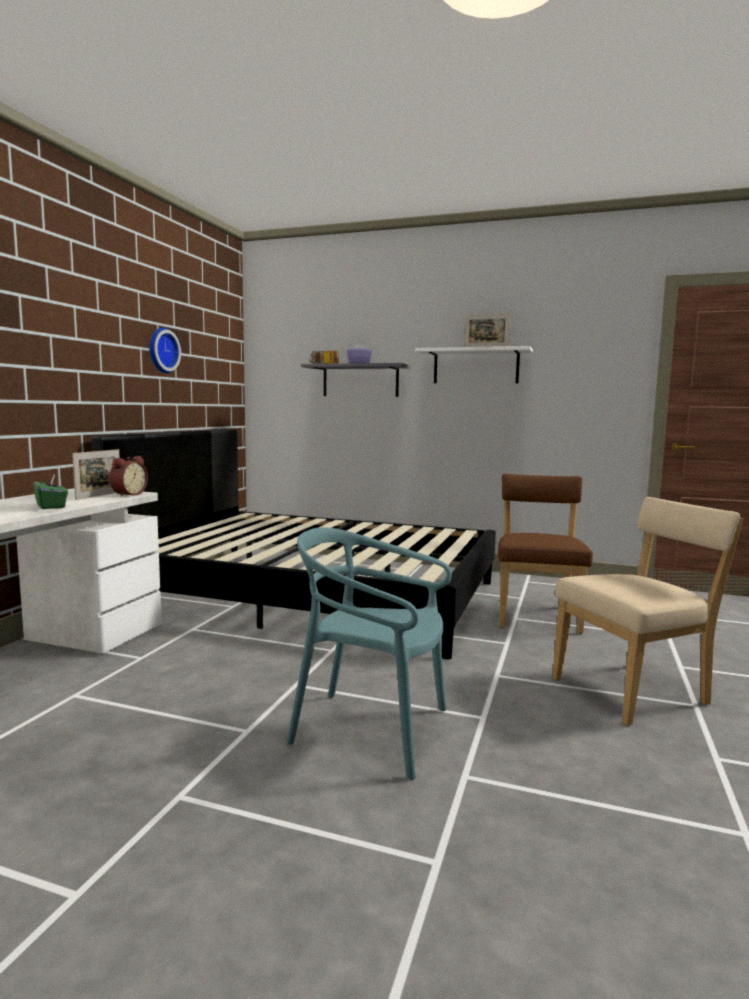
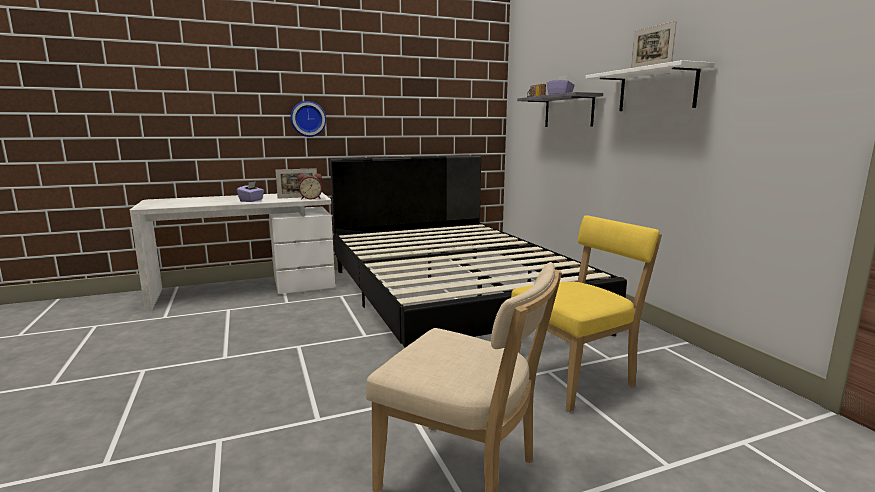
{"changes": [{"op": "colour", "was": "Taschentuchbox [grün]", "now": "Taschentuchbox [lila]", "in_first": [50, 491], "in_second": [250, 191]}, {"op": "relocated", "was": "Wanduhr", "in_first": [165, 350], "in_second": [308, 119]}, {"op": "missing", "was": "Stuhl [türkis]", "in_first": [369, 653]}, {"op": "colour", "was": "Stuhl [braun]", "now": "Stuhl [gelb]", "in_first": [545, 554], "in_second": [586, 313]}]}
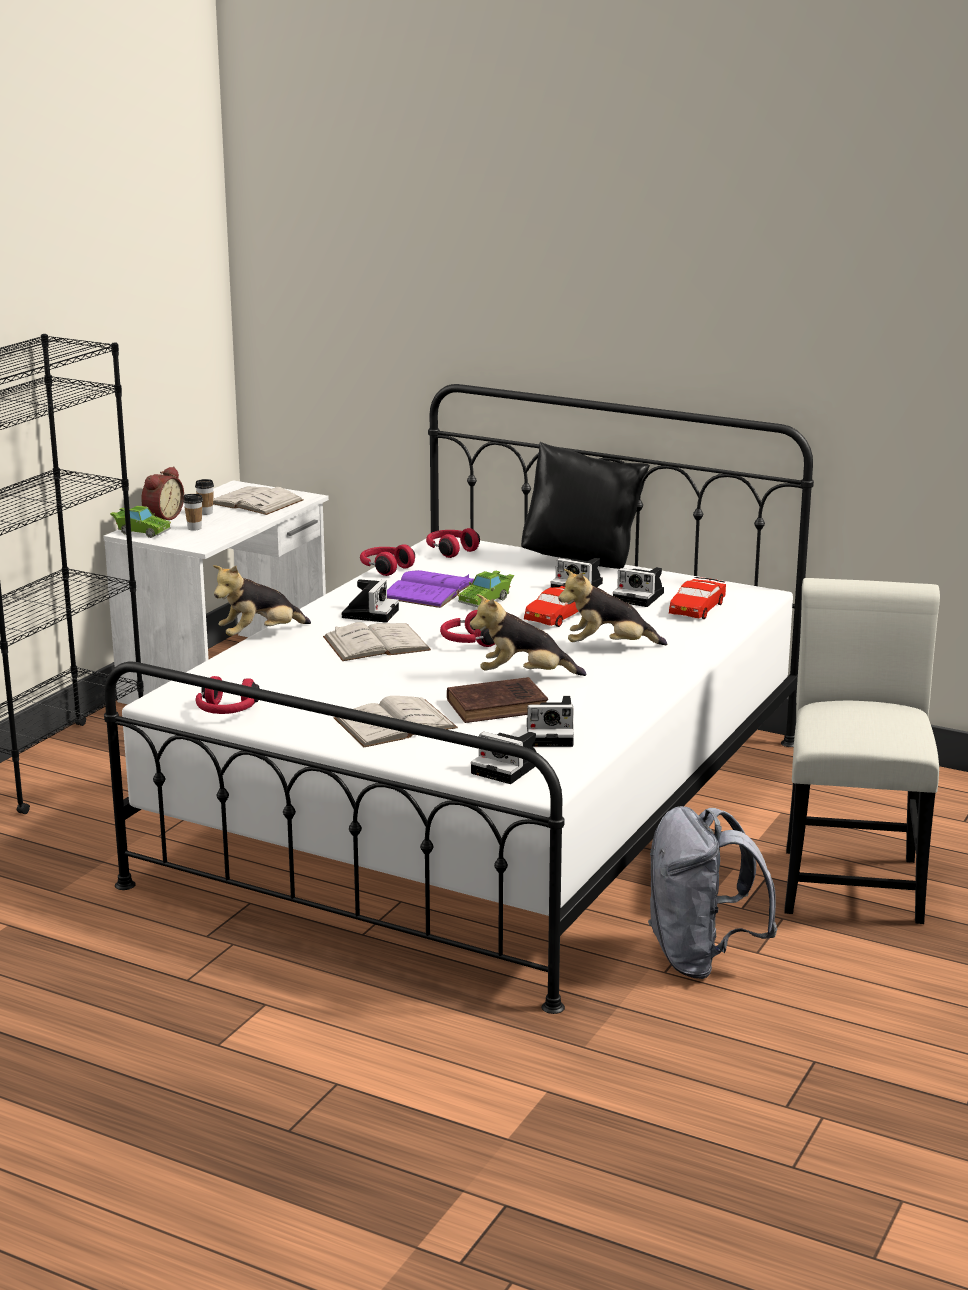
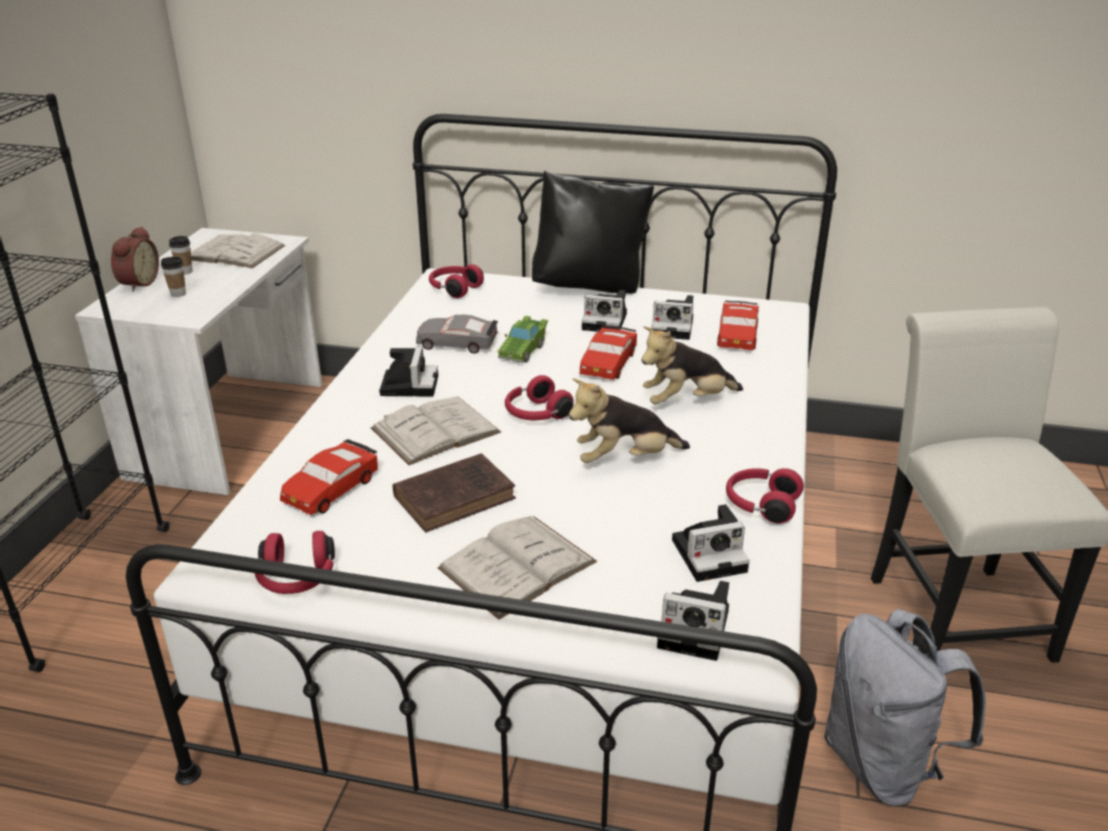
{"changes": [{"op": "missing", "was": "Spielzeugauto [grün]", "in_first": [140, 522]}, {"op": "missing", "was": "Plüschtier", "in_first": [262, 600]}, {"op": "relocated", "was": "Kopfhörer [rot]", "in_first": [387, 560], "in_second": [765, 496]}, {"op": "exchanged", "was": "Buch [lila]", "now": "Spielzeugauto [grau]", "in_first": [430, 589], "in_second": [457, 334]}, {"op": "relocated", "was": "Buch [braun]", "in_first": [497, 700], "in_second": [454, 492]}, {"op": "appeared", "now": "Spielzeugauto [rot]", "in_second": [329, 477]}]}
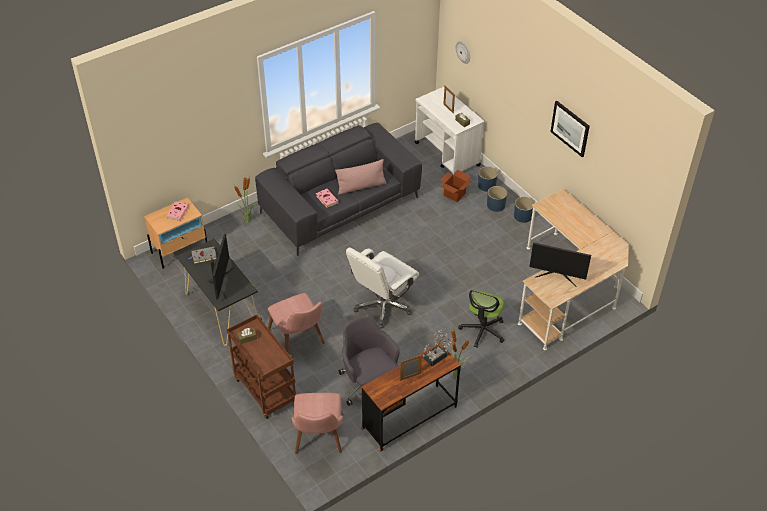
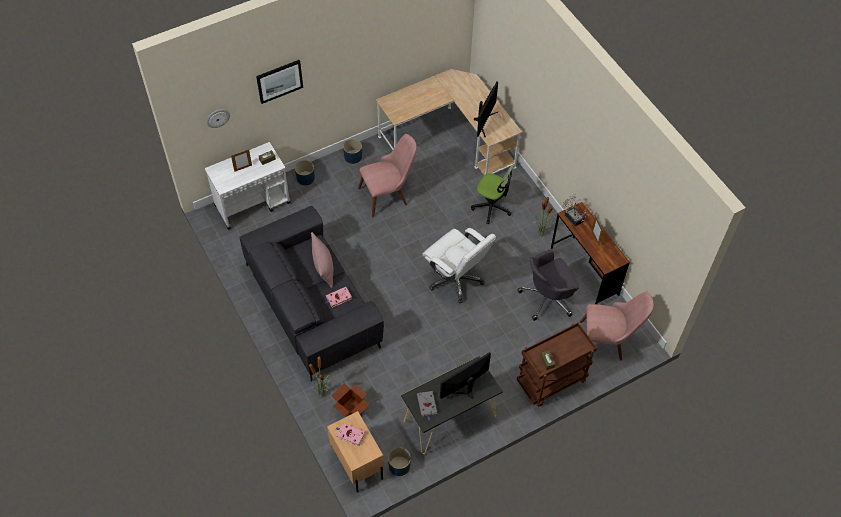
{"changes": [{"op": "spun", "was": "Monitor", "in_first": [221, 266], "in_second": [465, 375], "clockwise": -45}, {"op": "relocated", "was": "Stuhl [rosa]", "in_first": [296, 323], "in_second": [387, 175]}, {"op": "relocated", "was": "Karton", "in_first": [455, 186], "in_second": [350, 400]}, {"op": "relocated", "was": "Pflanzkübel [blau]", "in_first": [497, 199], "in_second": [399, 461]}, {"op": "relocated", "was": "Bild", "in_first": [570, 129], "in_second": [279, 82]}]}
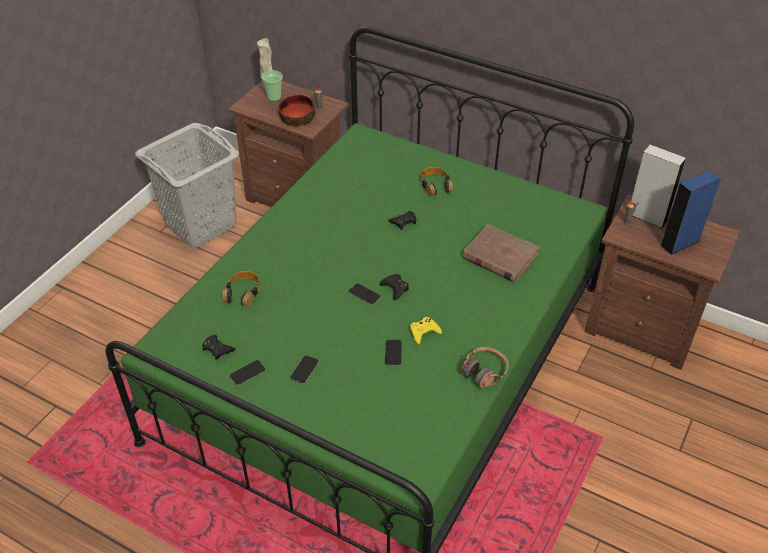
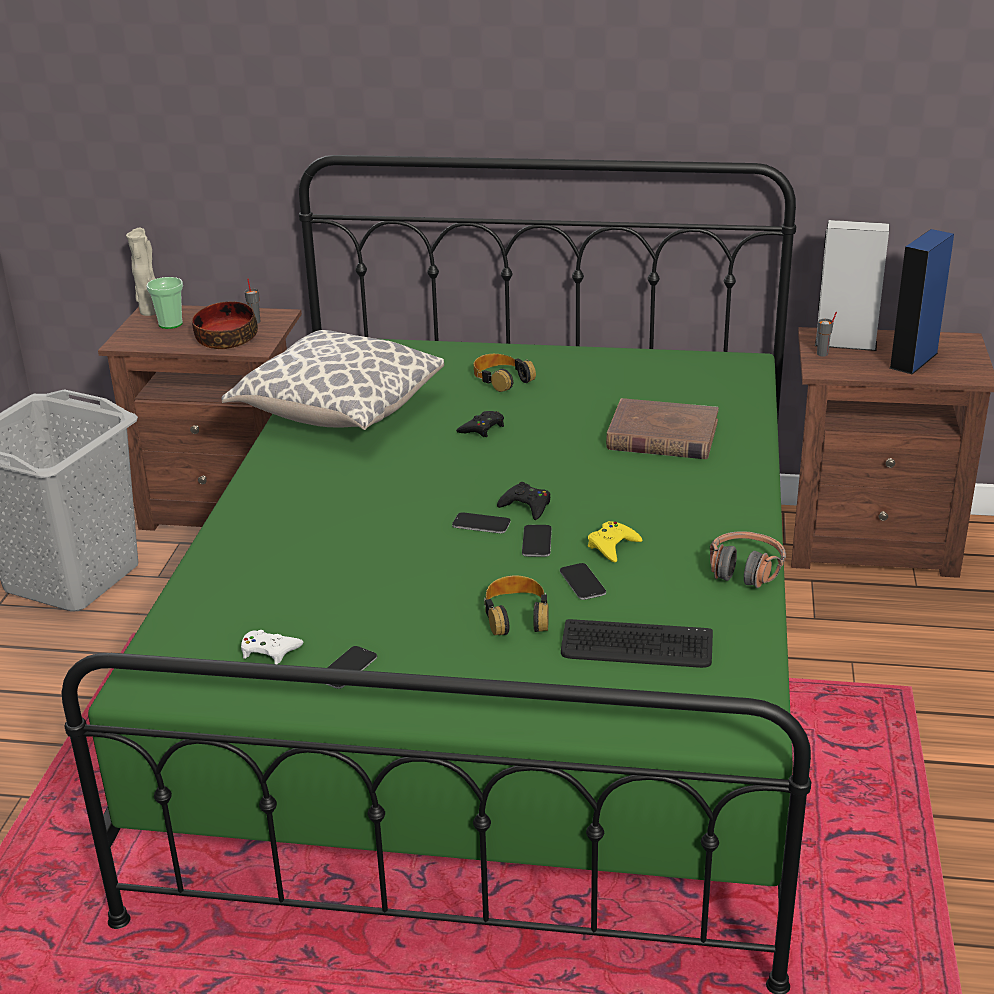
{"changes": [{"op": "colour", "was": "Gamepad [schwarz]", "now": "Gamepad [weiß]", "in_first": [218, 347], "in_second": [272, 647]}, {"op": "relocated", "was": "Kopfhörer", "in_first": [241, 289], "in_second": [516, 605]}, {"op": "relocated", "was": "Handy", "in_first": [304, 370], "in_second": [537, 541]}, {"op": "appeared", "now": "Kissen", "in_second": [333, 380]}, {"op": "appeared", "now": "Tastatur", "in_second": [637, 643]}]}
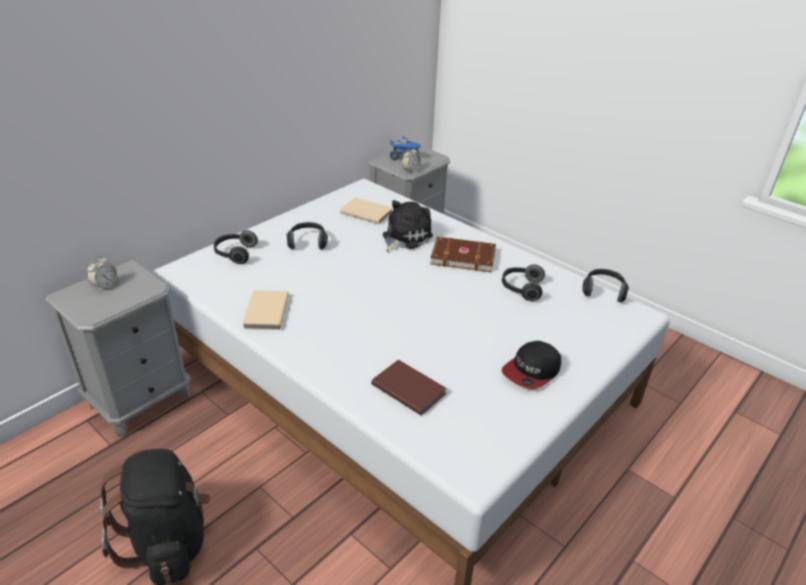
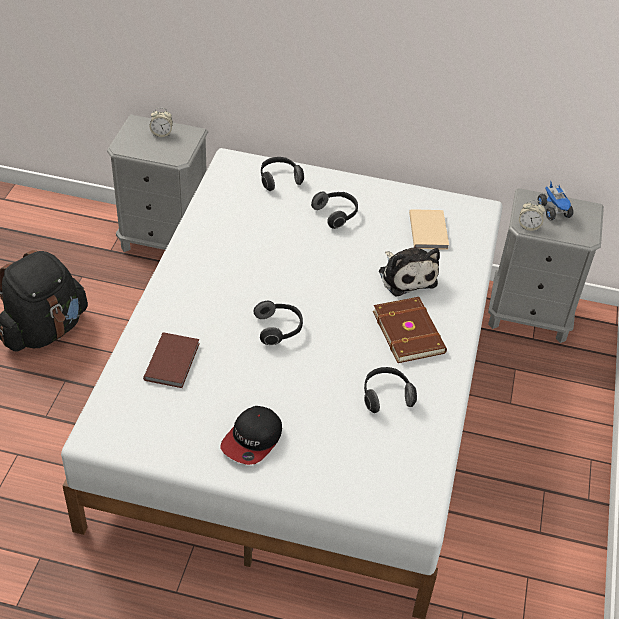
{"changes": [{"op": "missing", "was": "Buch [beige]", "in_first": [266, 310]}, {"op": "spun", "was": "Plüschtier", "in_first": [408, 226], "in_second": [409, 271], "clockwise": 60}, {"op": "spun", "was": "Kappe", "in_first": [531, 365], "in_second": [251, 435], "clockwise": -75}, {"op": "relocated", "was": "Kopfhörer", "in_first": [605, 286], "in_second": [278, 323]}]}
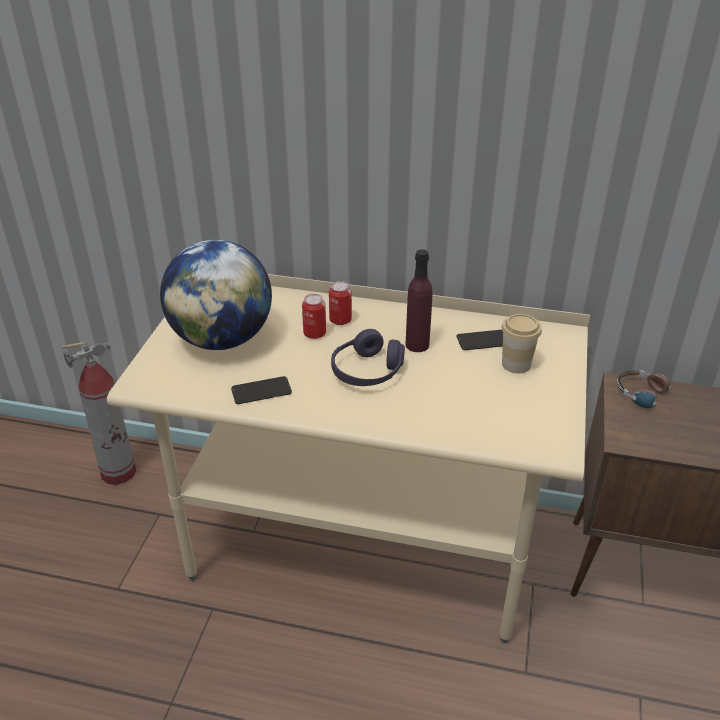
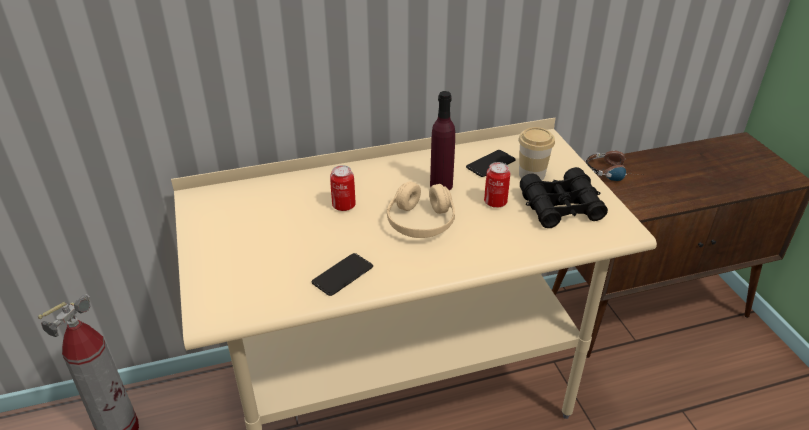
{"changes": [{"op": "missing", "was": "Globus", "in_first": [216, 295]}, {"op": "relocated", "was": "Dose", "in_first": [340, 303], "in_second": [497, 185]}, {"op": "colour", "was": "Kopfhörer [lila]", "now": "Kopfhörer [beige]", "in_first": [368, 357], "in_second": [421, 209]}, {"op": "appeared", "now": "Fernglas [schwarz]", "in_second": [564, 197]}]}
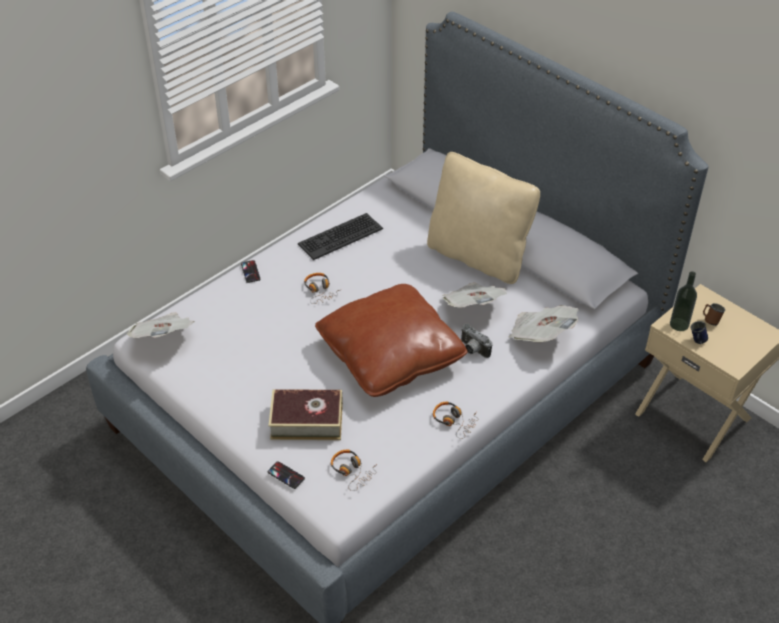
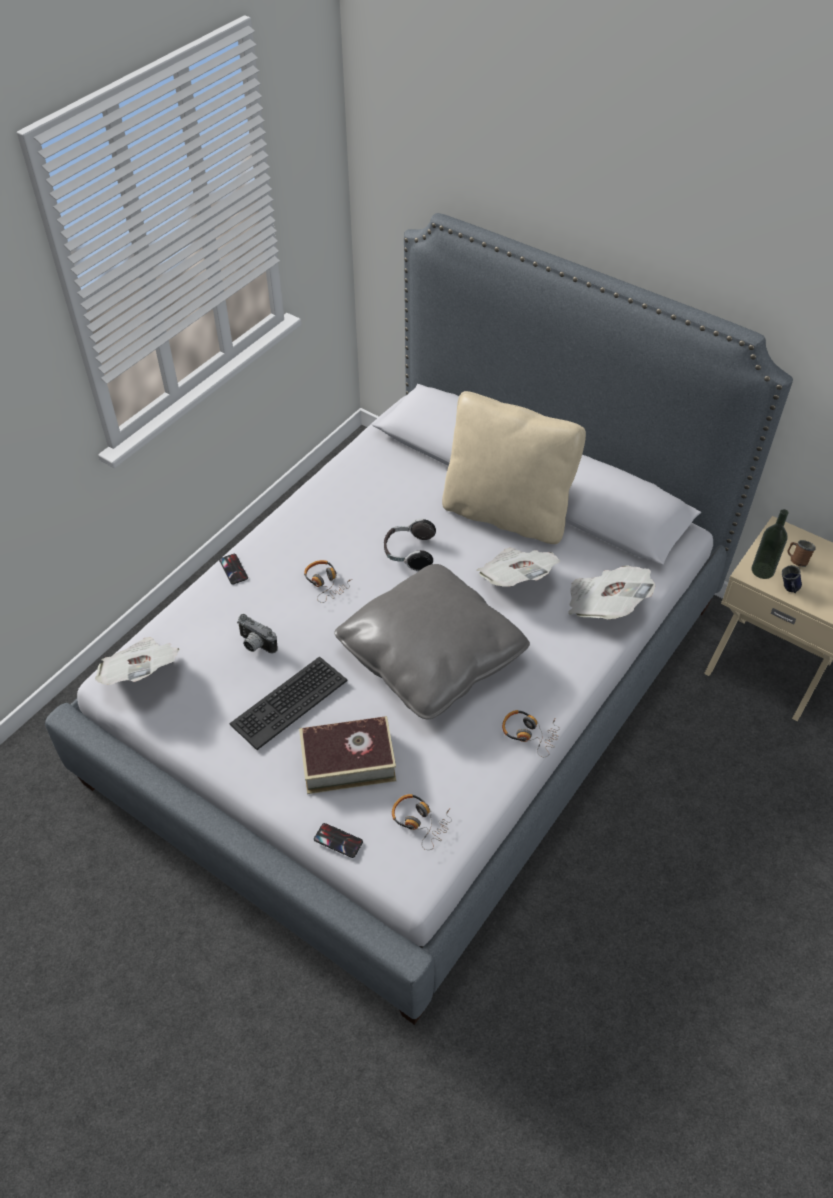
{"changes": [{"op": "relocated", "was": "Tastatur", "in_first": [340, 236], "in_second": [288, 703]}, {"op": "colour", "was": "Kissen [braun]", "now": "Kissen [grau]", "in_first": [391, 340], "in_second": [432, 641]}, {"op": "relocated", "was": "Kamera", "in_first": [476, 340], "in_second": [257, 633]}, {"op": "appeared", "now": "Kopfhörer", "in_second": [410, 544]}]}
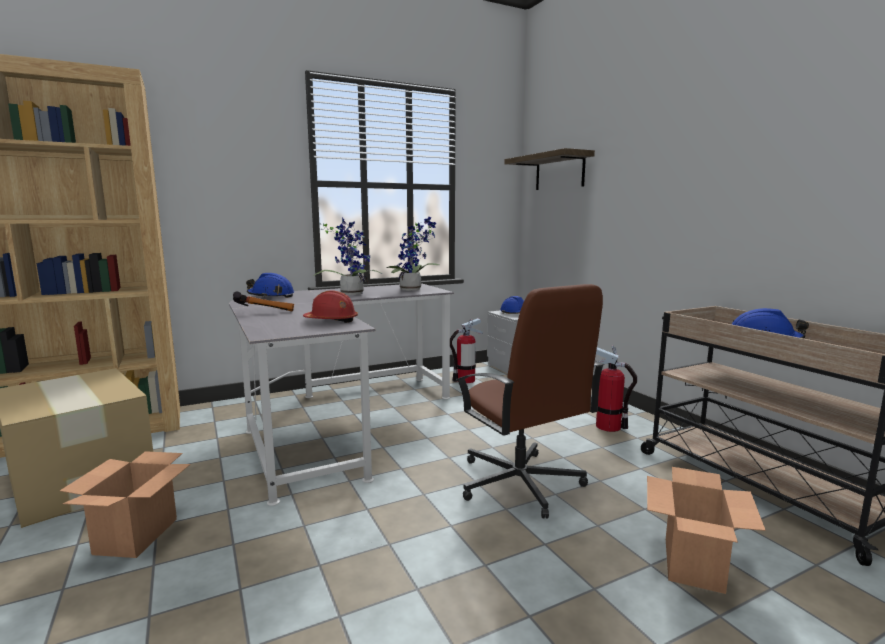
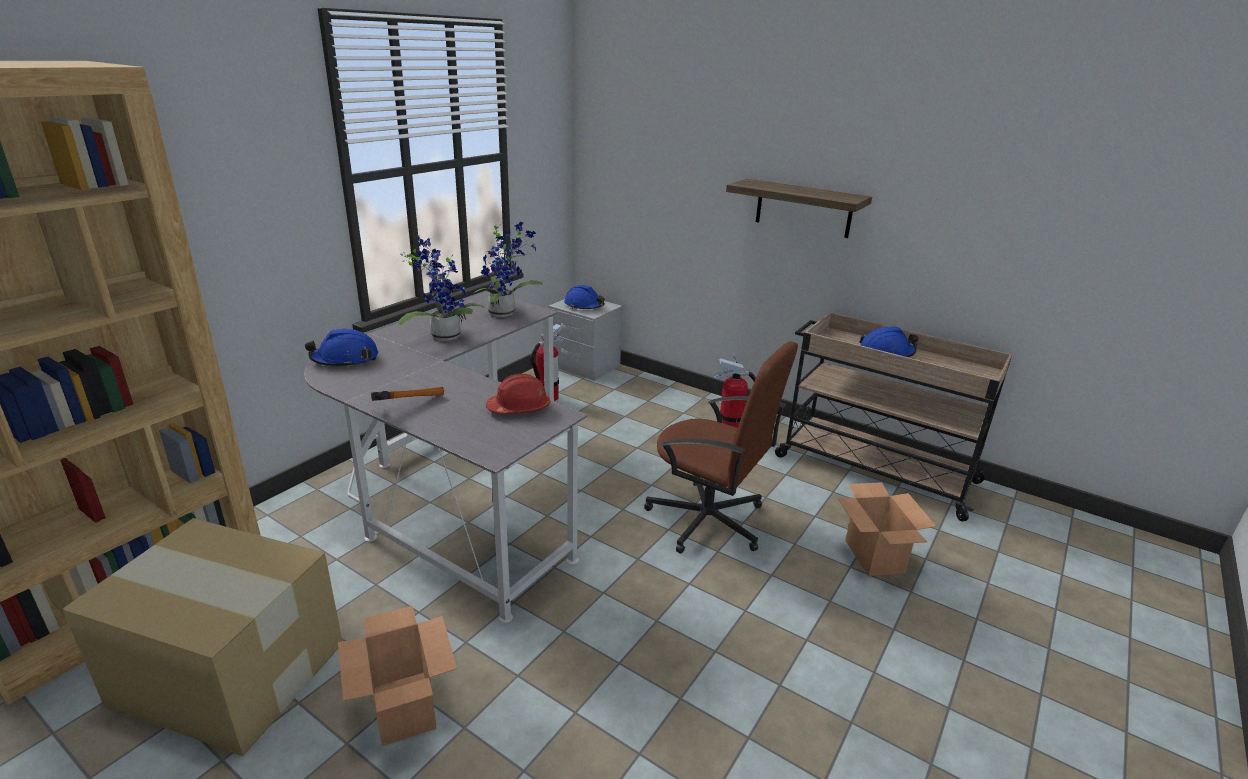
{"changes": [{"op": "relocated", "was": "Wandregal", "in_first": [549, 169], "in_second": [799, 208]}]}
